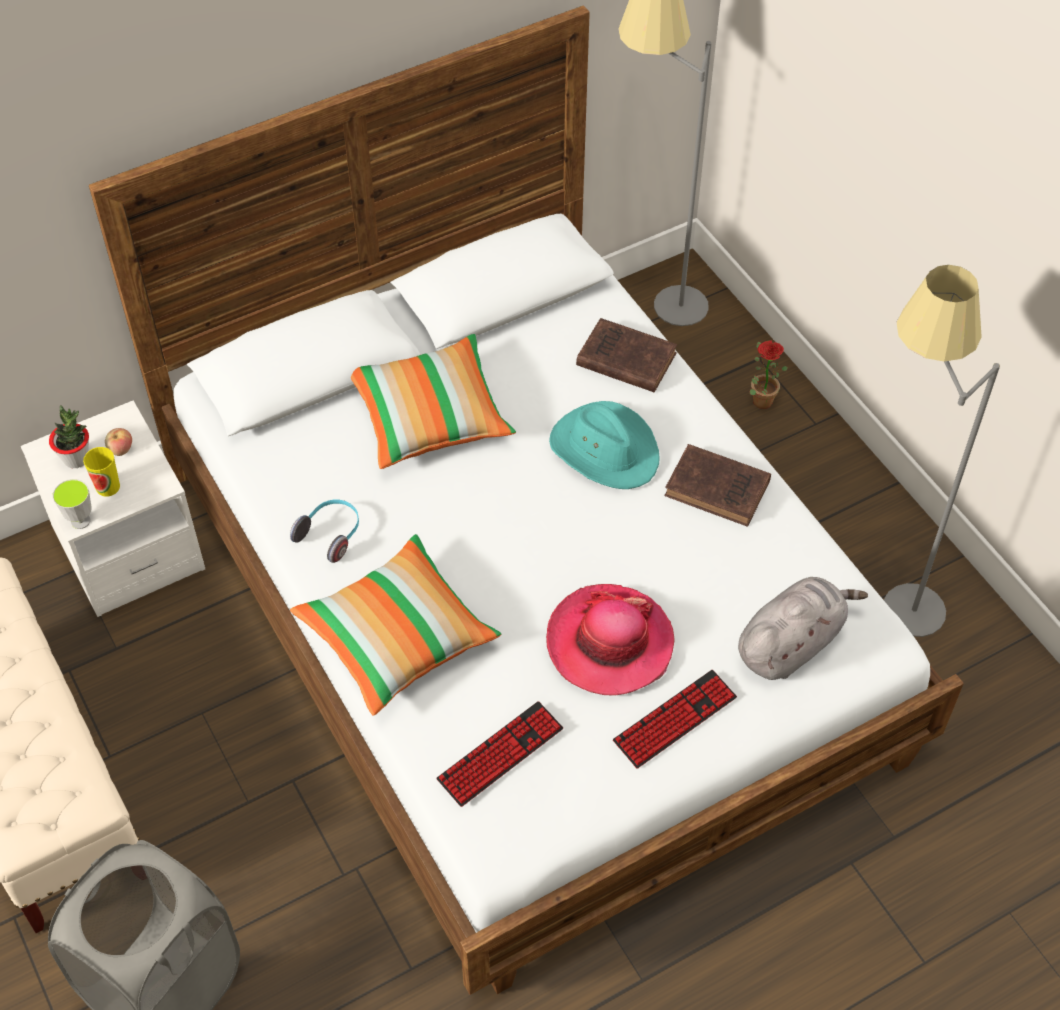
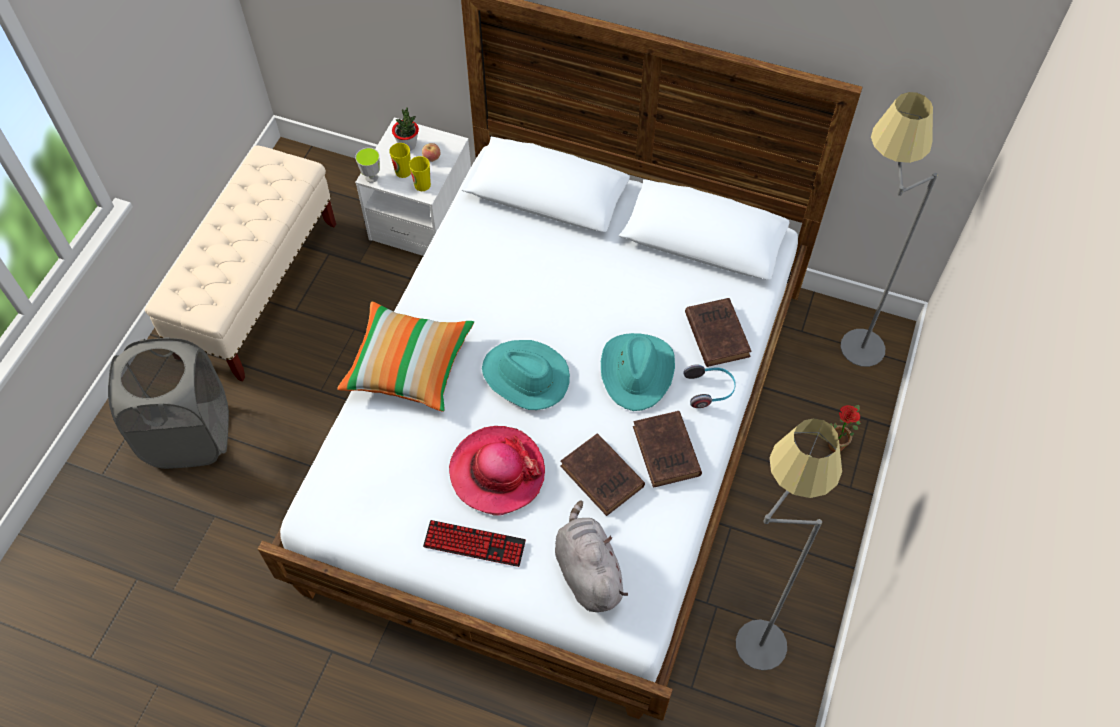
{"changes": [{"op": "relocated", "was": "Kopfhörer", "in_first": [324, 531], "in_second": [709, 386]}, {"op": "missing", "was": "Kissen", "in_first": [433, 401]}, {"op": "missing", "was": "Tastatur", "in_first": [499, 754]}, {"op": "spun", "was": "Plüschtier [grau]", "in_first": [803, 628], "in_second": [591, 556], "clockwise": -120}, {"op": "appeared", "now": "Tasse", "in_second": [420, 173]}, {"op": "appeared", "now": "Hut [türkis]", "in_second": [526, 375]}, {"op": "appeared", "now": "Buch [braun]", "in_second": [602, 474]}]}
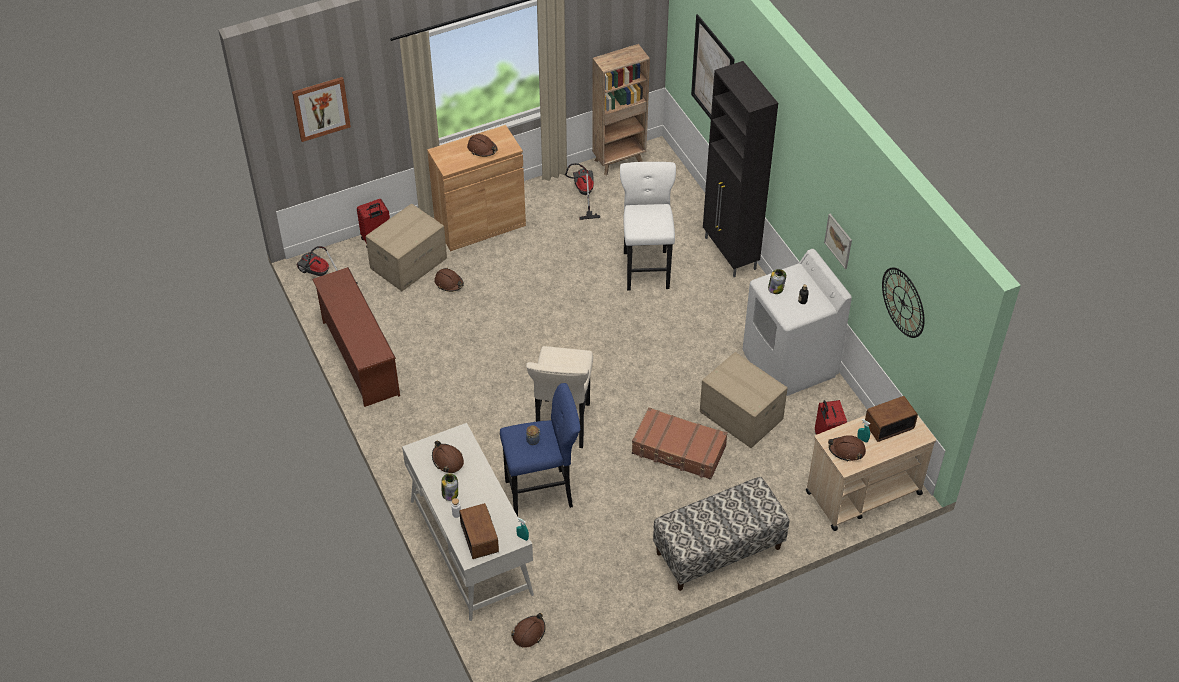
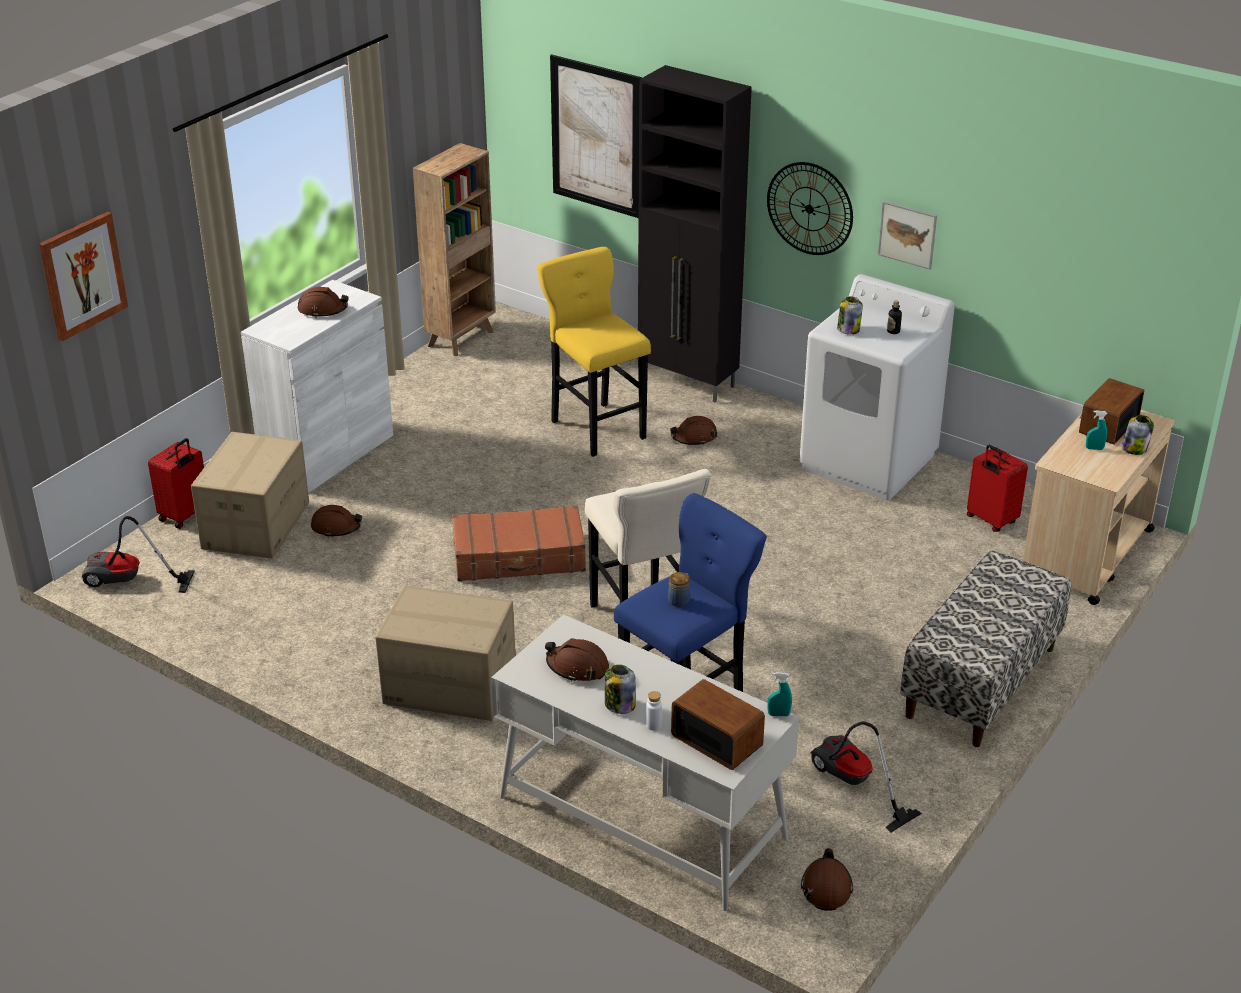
{"changes": [{"op": "missing", "was": "Schuhregal [braun]", "in_first": [356, 337]}, {"op": "colour", "was": "Schrank [braun]", "now": "Schrank [weiß]", "in_first": [476, 188], "in_second": [317, 386]}, {"op": "relocated", "was": "Staubsauger", "in_first": [582, 191], "in_second": [866, 776]}, {"op": "colour", "was": "Hocker [weiß]", "now": "Hocker [gelb]", "in_first": [648, 226], "in_second": [594, 352]}, {"op": "relocated", "was": "Koffer [braun]", "in_first": [680, 443], "in_second": [519, 543]}, {"op": "relocated", "was": "Karton", "in_first": [744, 400], "in_second": [445, 653]}, {"op": "relocated", "was": "Schutzhelm [braun]", "in_first": [847, 448], "in_second": [693, 430]}, {"op": "relocated", "was": "Wanduhr", "in_first": [903, 302], "in_second": [810, 208]}, {"op": "appeared", "now": "Vorratsglas", "in_second": [1138, 435]}]}
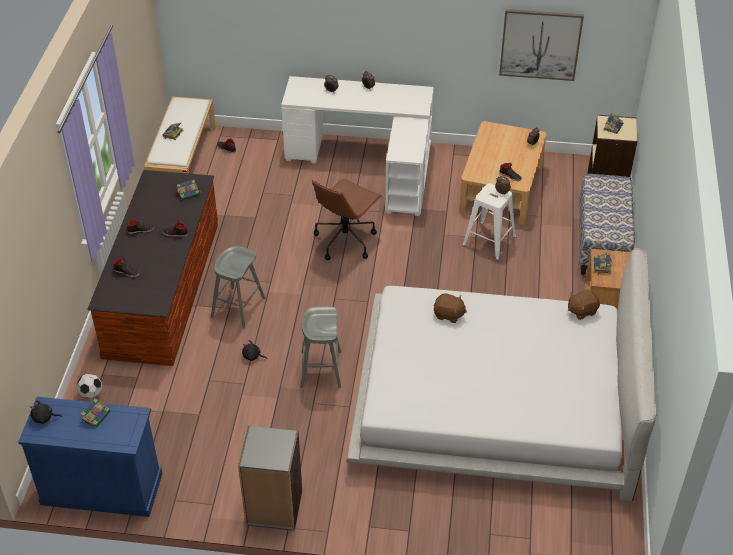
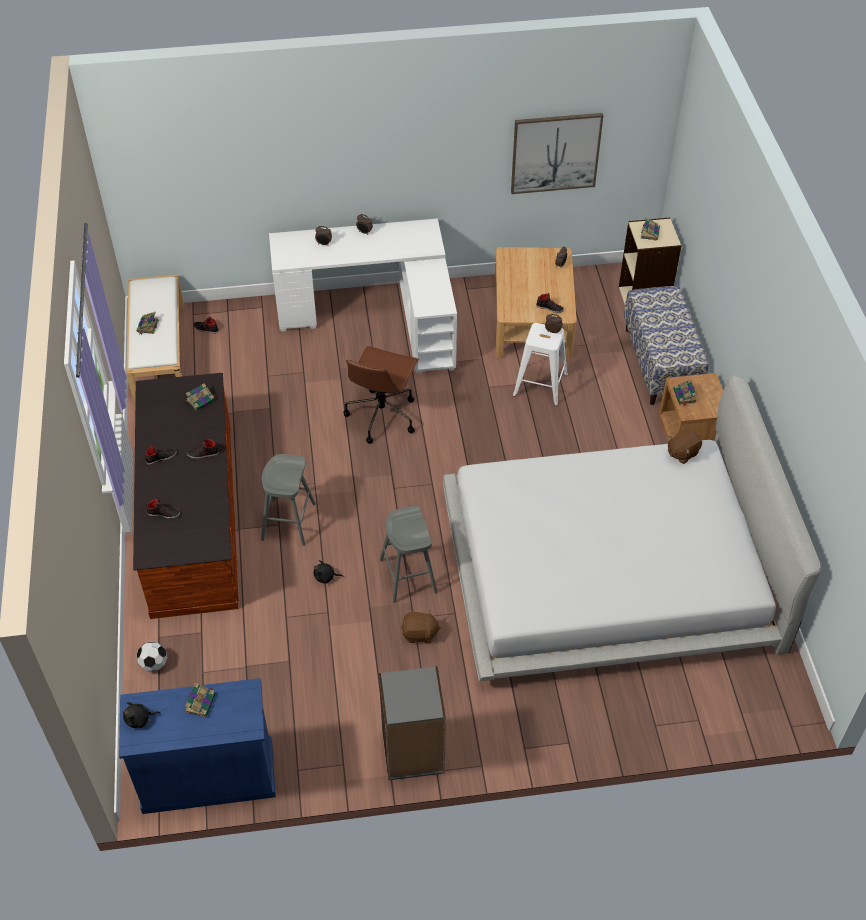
{"changes": [{"op": "relocated", "was": "Plüschtier [braun]", "in_first": [450, 308], "in_second": [421, 626]}]}
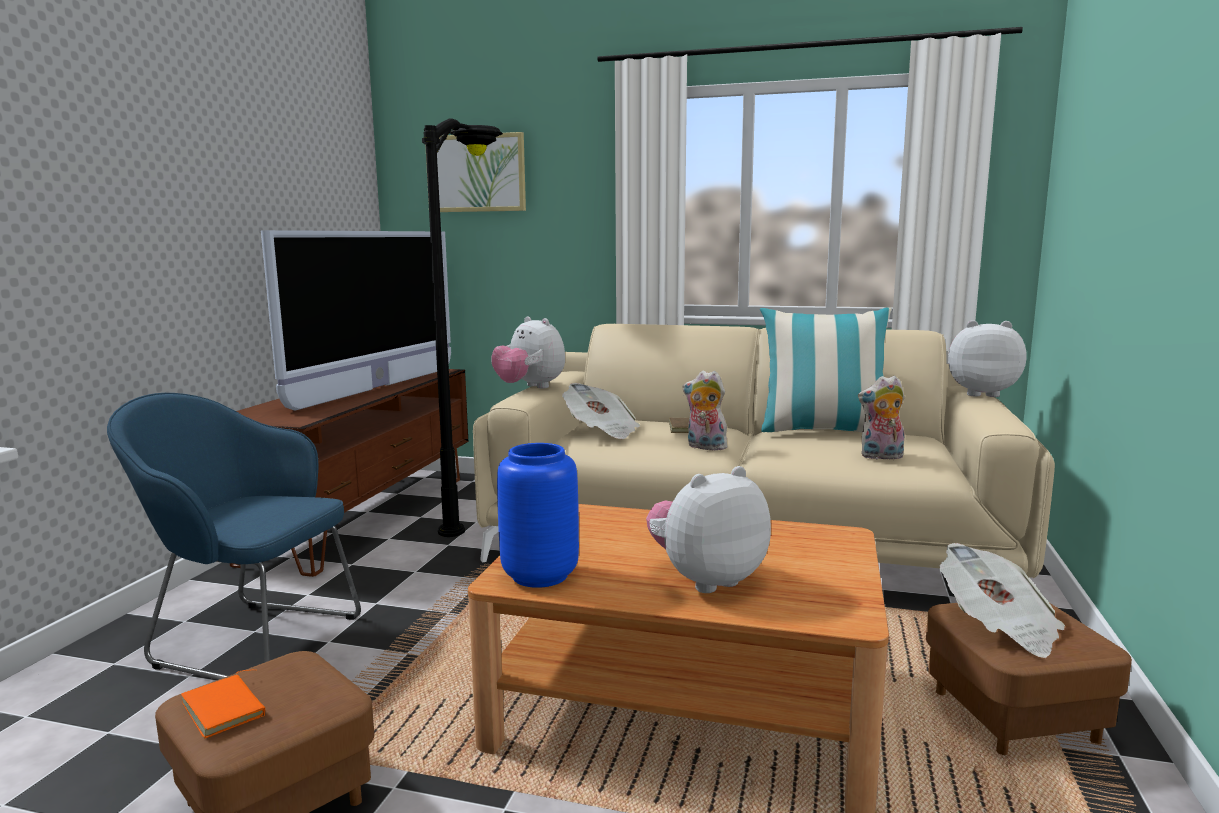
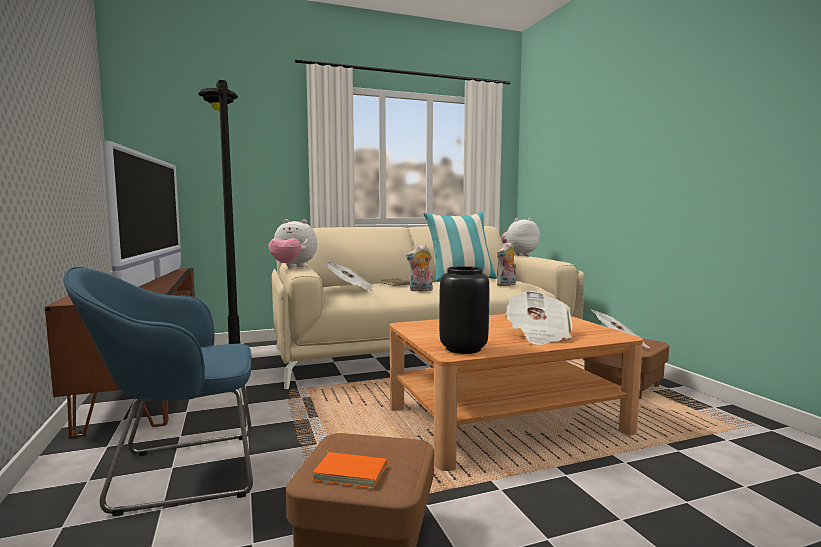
{"changes": [{"op": "missing", "was": "Bild", "in_first": [475, 172]}, {"op": "colour", "was": "Vase [blau]", "now": "Vase [schwarz]", "in_first": [538, 515], "in_second": [464, 310]}, {"op": "exchanged", "was": "Plüschtier", "now": "Zeitung", "in_first": [708, 529], "in_second": [539, 318]}]}
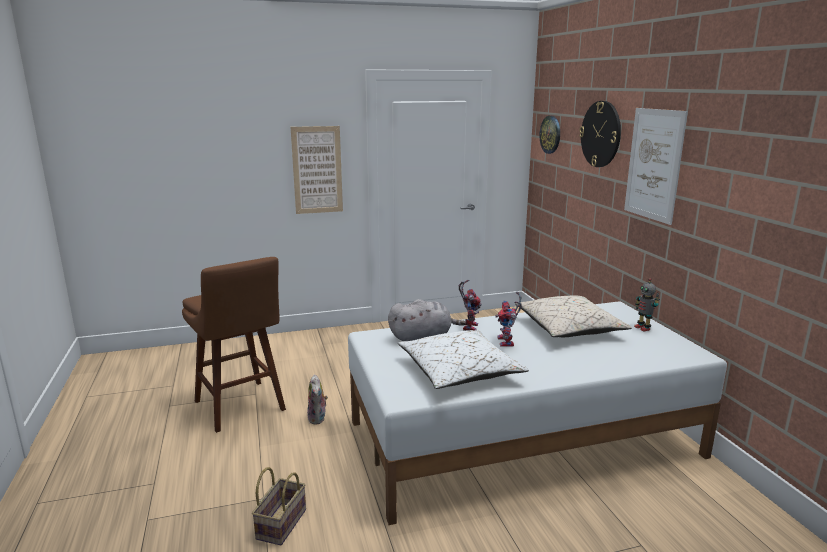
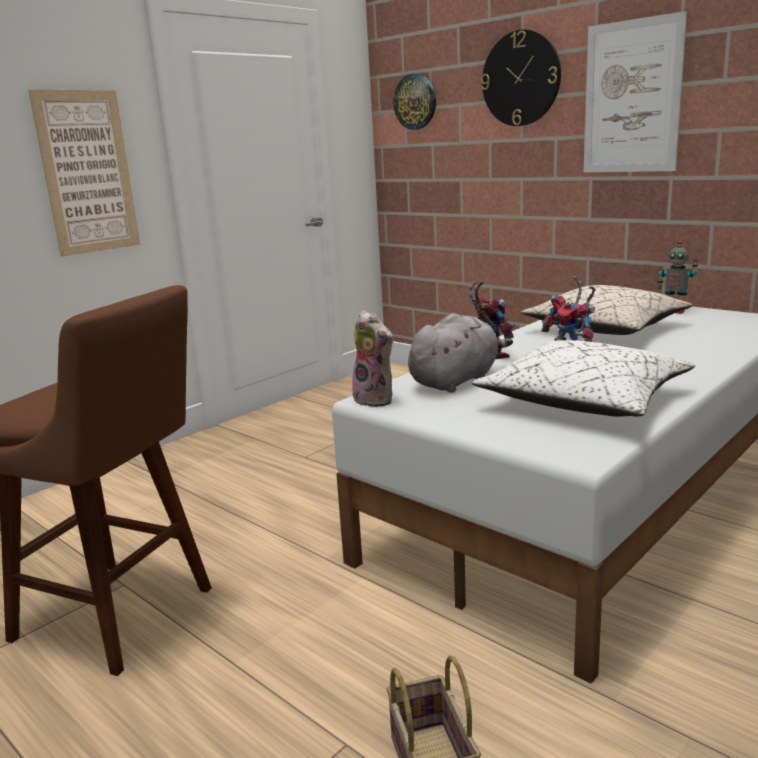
{"changes": [{"op": "relocated", "was": "Plüschtier", "in_first": [317, 399], "in_second": [373, 358]}]}
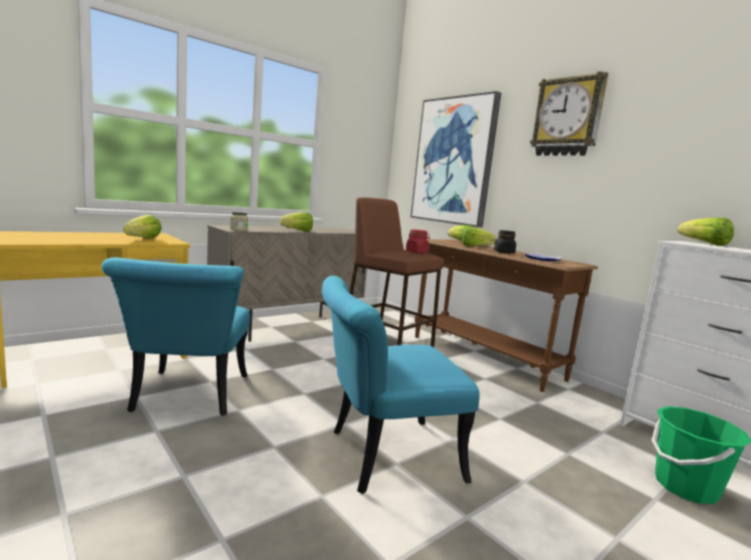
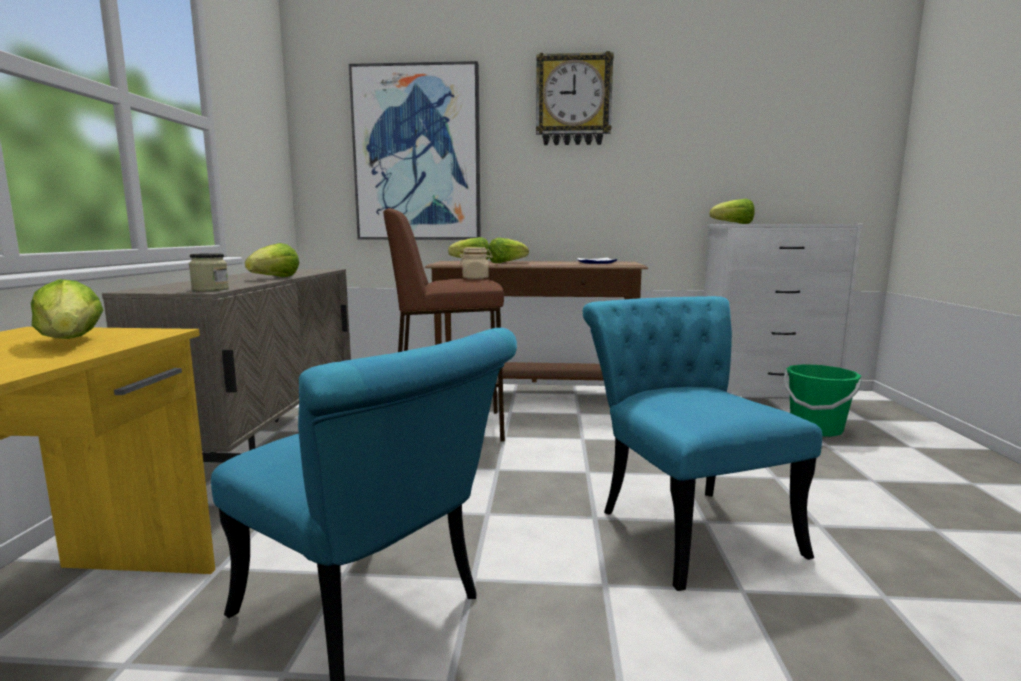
{"changes": [{"op": "spun", "was": "Stuhl [türkis]", "in_first": [401, 385], "in_second": [702, 443], "clockwise": 135}, {"op": "colour", "was": "Vorratsglas [rot]", "now": "Vorratsglas [beige]", "in_first": [418, 241], "in_second": [476, 263]}, {"op": "missing", "was": "Vorratsglas [schwarz]", "in_first": [505, 242]}]}
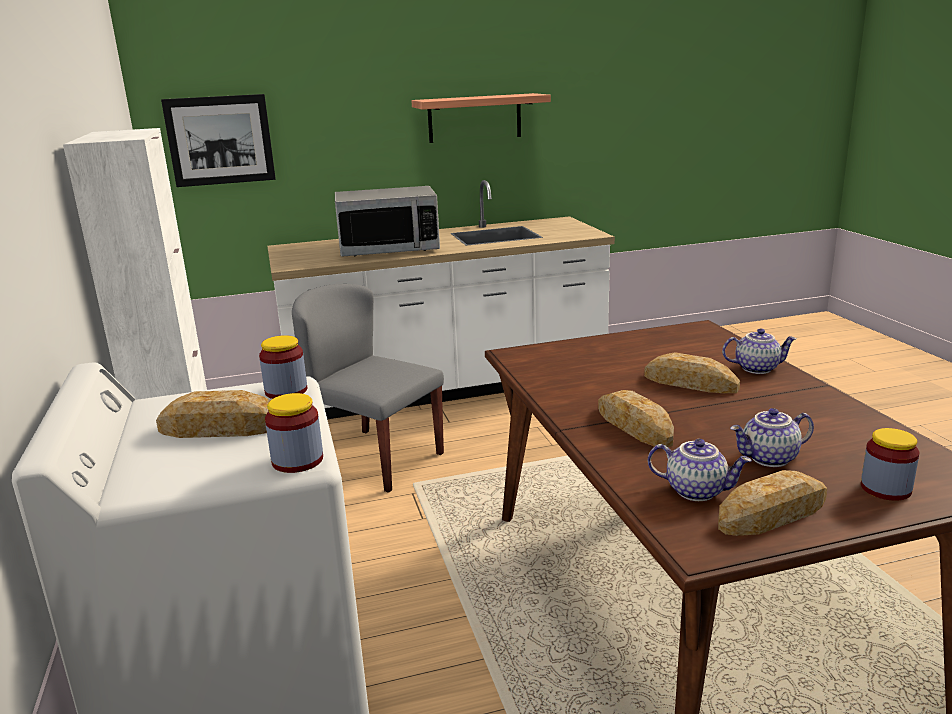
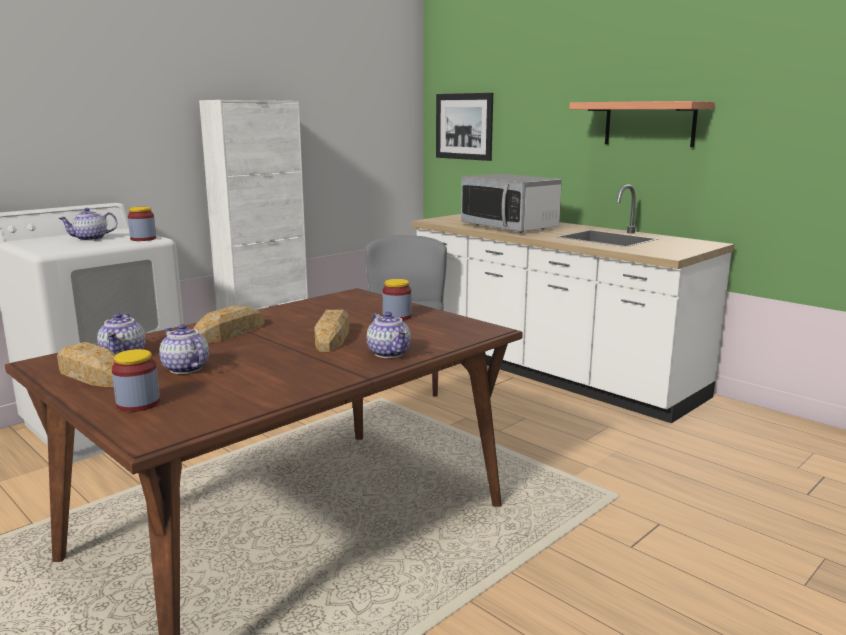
{"changes": [{"op": "exchanged", "was": "Brot", "now": "Teekanne", "in_first": [213, 414], "in_second": [87, 224]}, {"op": "relocated", "was": "Vorratsglas", "in_first": [294, 433], "in_second": [396, 300]}]}
